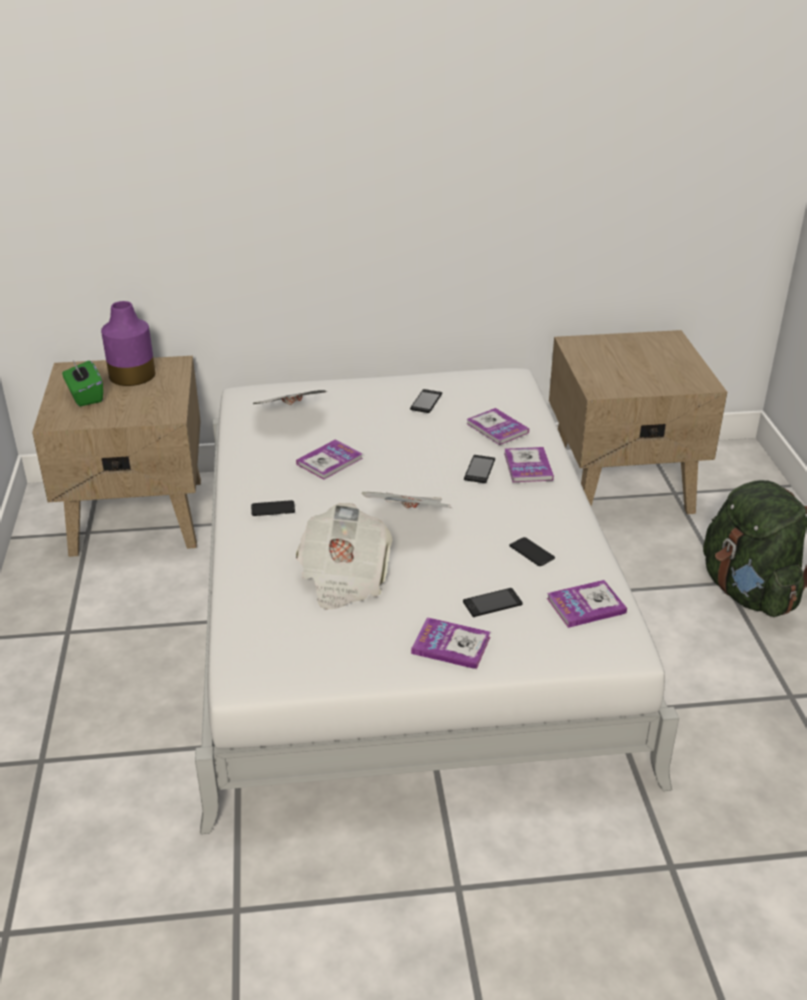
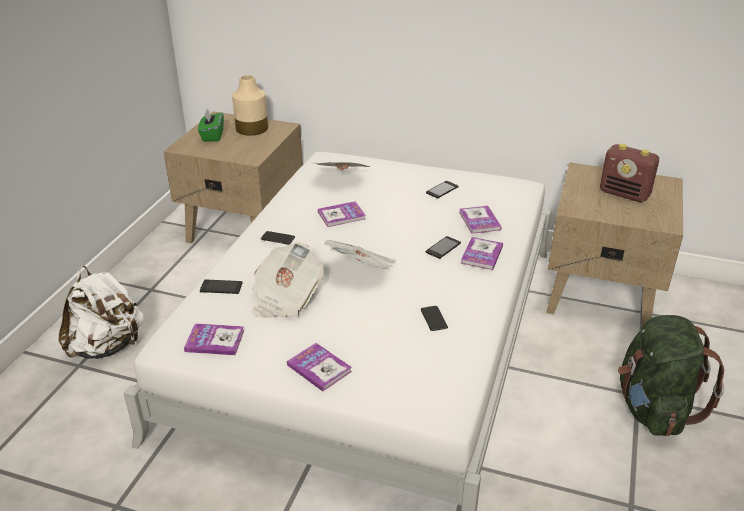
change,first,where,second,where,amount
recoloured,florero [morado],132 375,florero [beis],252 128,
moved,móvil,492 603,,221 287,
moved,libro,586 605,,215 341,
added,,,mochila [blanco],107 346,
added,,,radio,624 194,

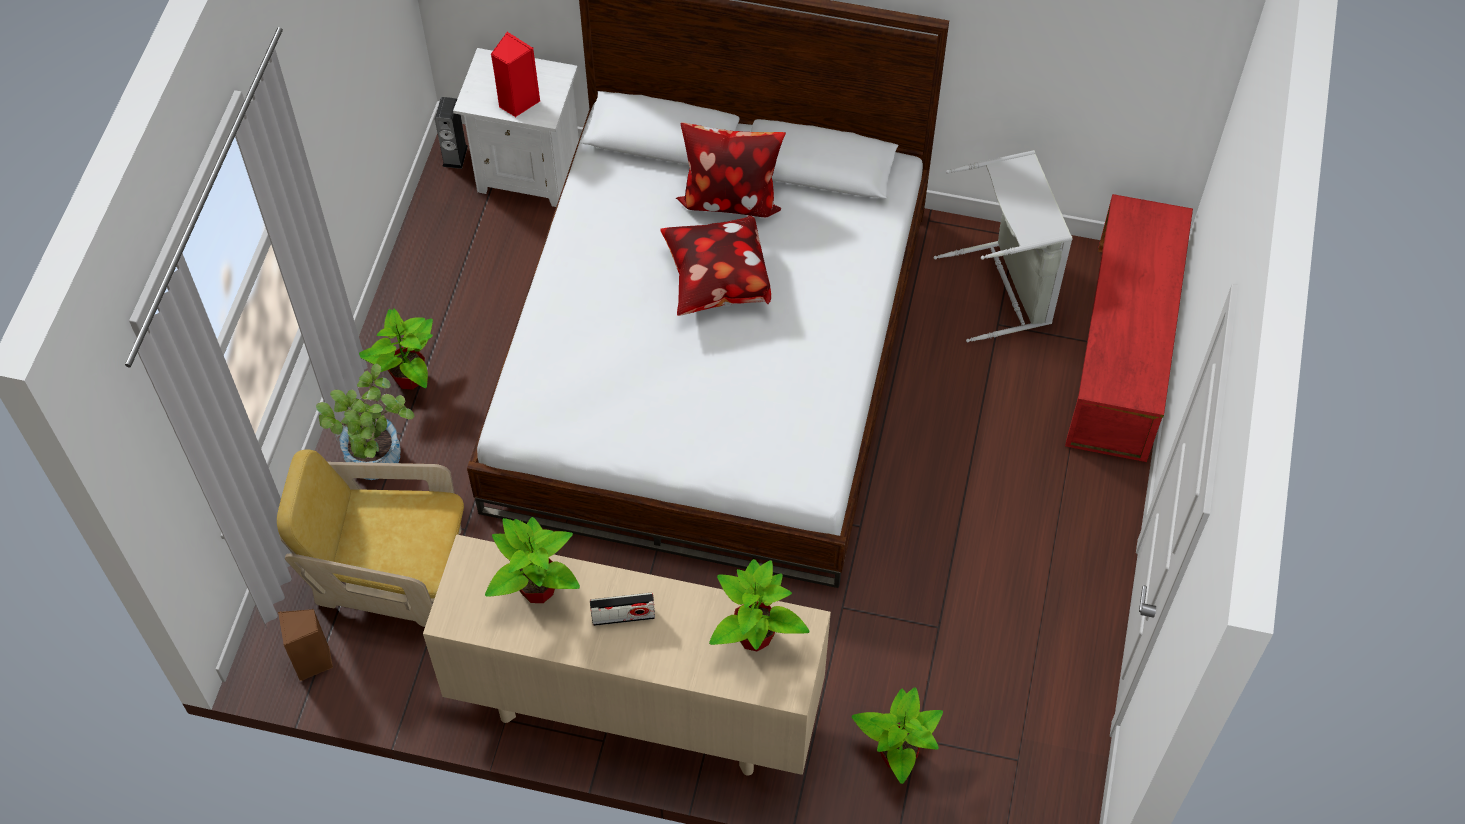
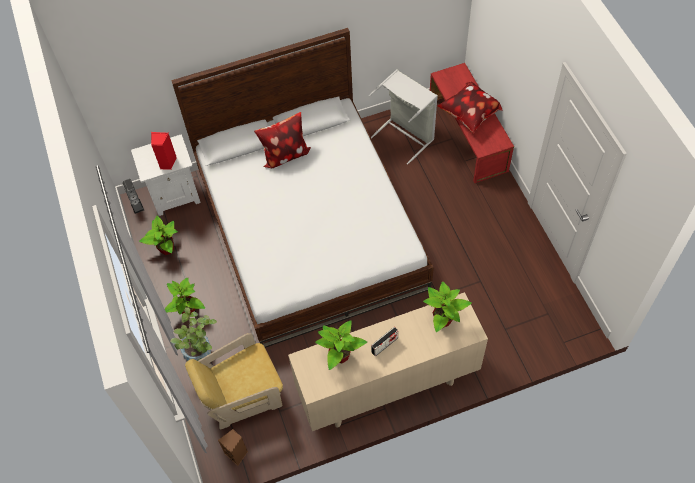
change,first,where,second,where,amount
moved,cojín,716 284,,469 116,
moved,planta en maceta,897 754,,166 248,

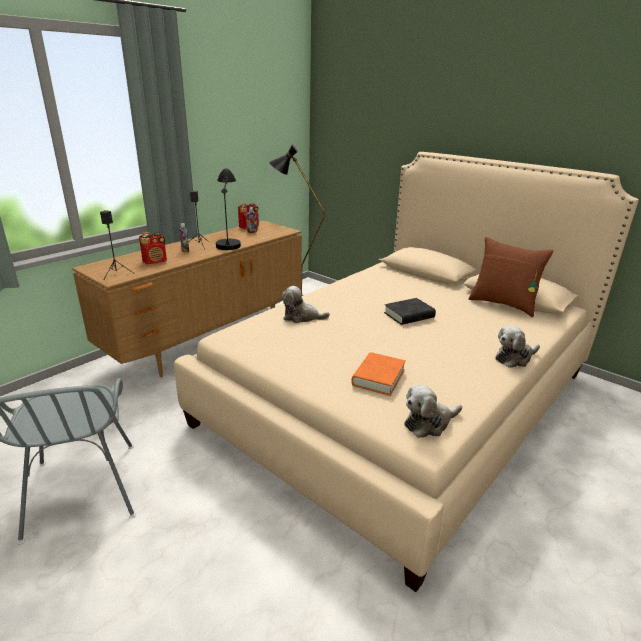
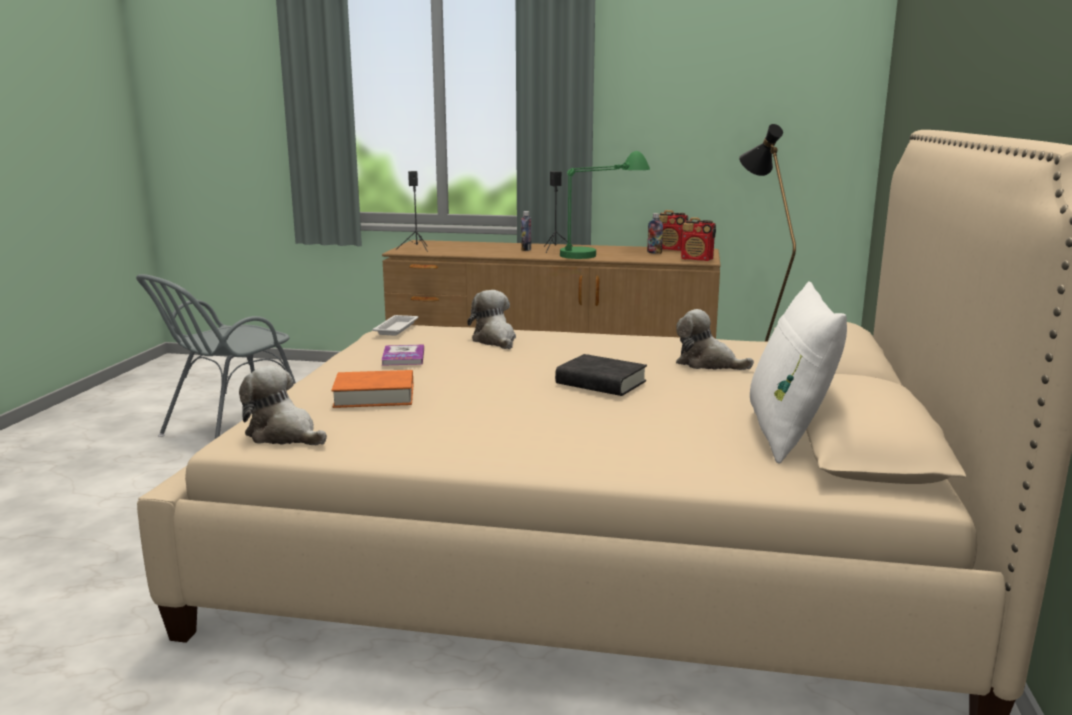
change,first,where,second,where,amount
moved,radio,155 261,,697 259,
recoloured,lámpara de mesa [negro],229 239,lámpara de mesa [verde],602 252,
recoloured,cojín [marrón],502 305,cojín [blanco],787 435,
moved,peluche,514 358,,707 364,
added,,,bandeja [blanco],397 328,
added,,,libro,403 357,

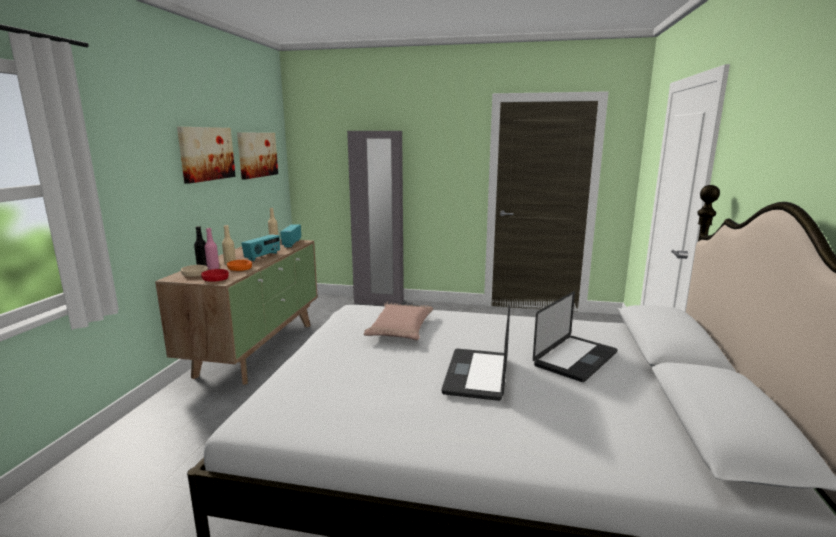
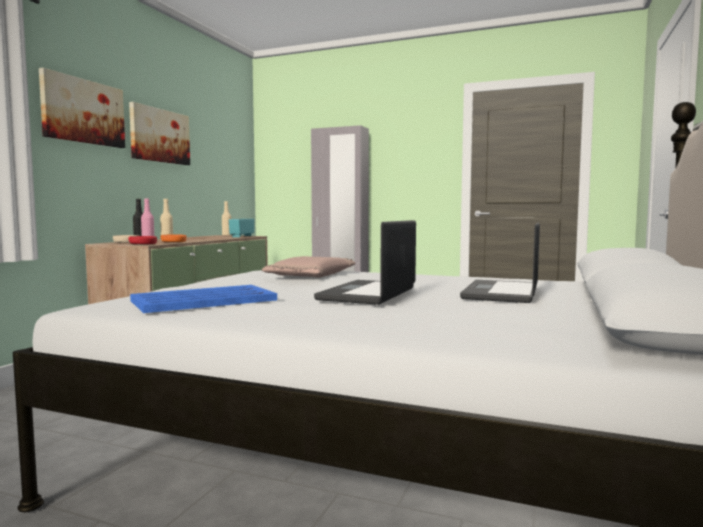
change,first,where,second,where,amount
moved,cuadro,257 154,,83 111,
removed,radio,263 256,,,
turned,portátil,575 359,,501 293,150 degrees clockwise
added,,,bandeja [azul],202 300,

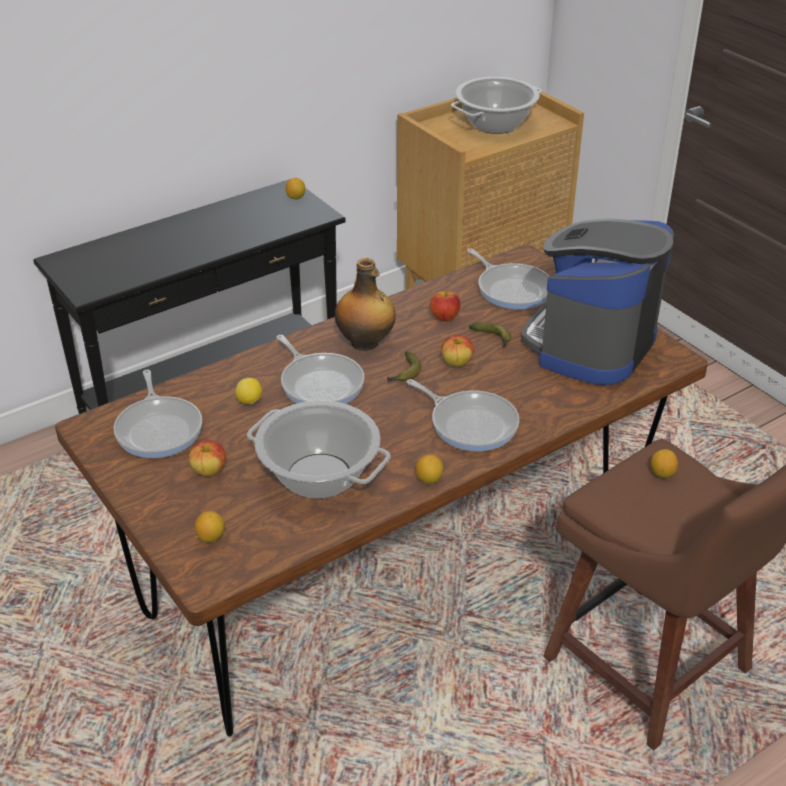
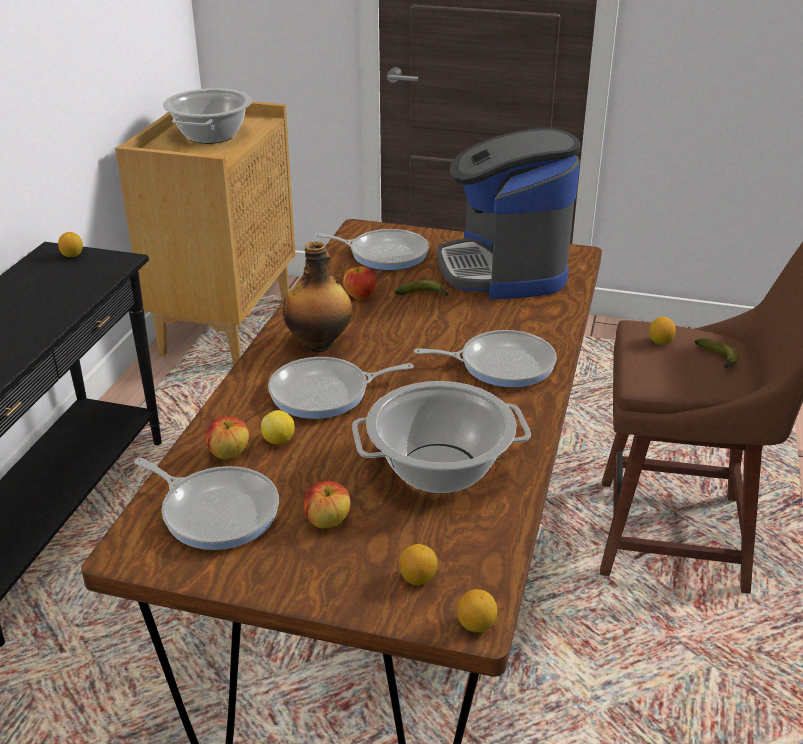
change,first,where,second,where,amount
turned,sartén,320 383,,325 393,150 degrees clockwise
moved,plátano,404 374,,718 359,
moved,limón,429 479,,476 625,
moved,manzana,457 363,,229 453,

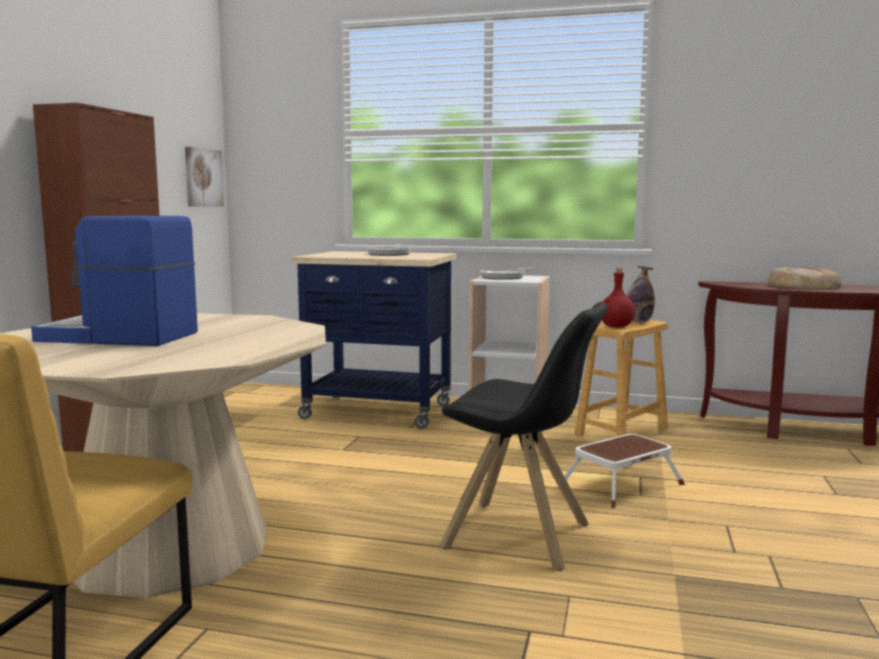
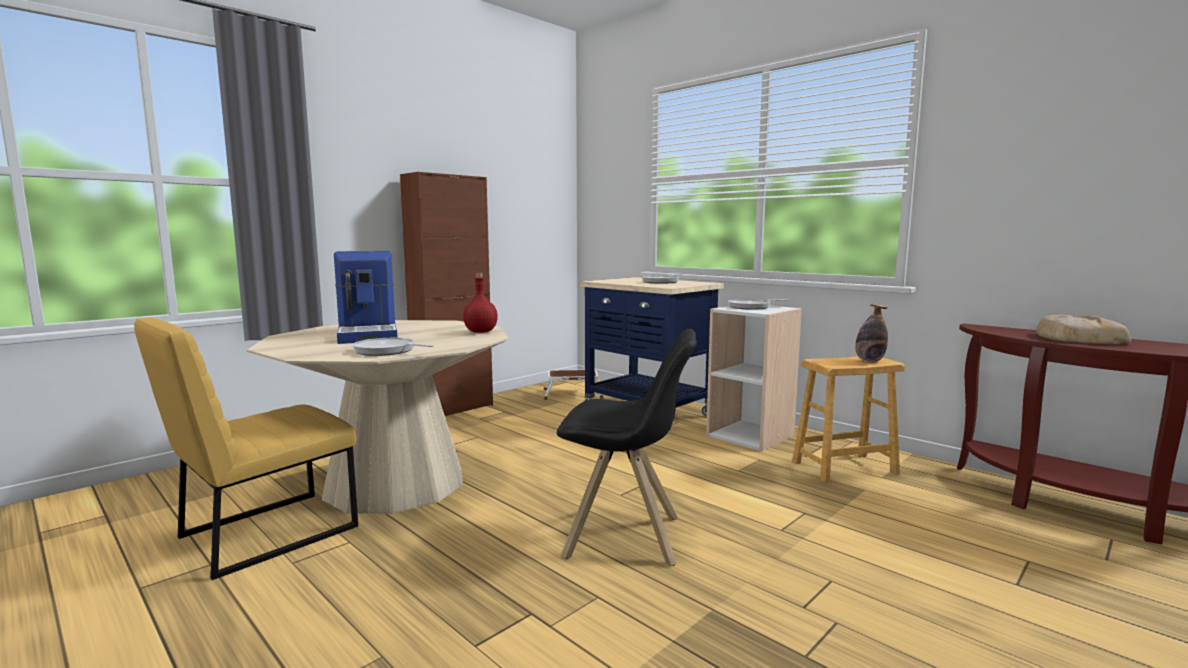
change,first,where,second,where,amount
turned,cafetera,118 337,,369 334,150 degrees counterclockwise
removed,cuadro,202 177,,,
turned,silla [negro],518 535,,624 536,45 degrees counterclockwise
moved,escalera de tijera [marrón],622 484,,572 394,
moved,botella [rojo],617 326,,481 332,
added,,,sartén,387 351,

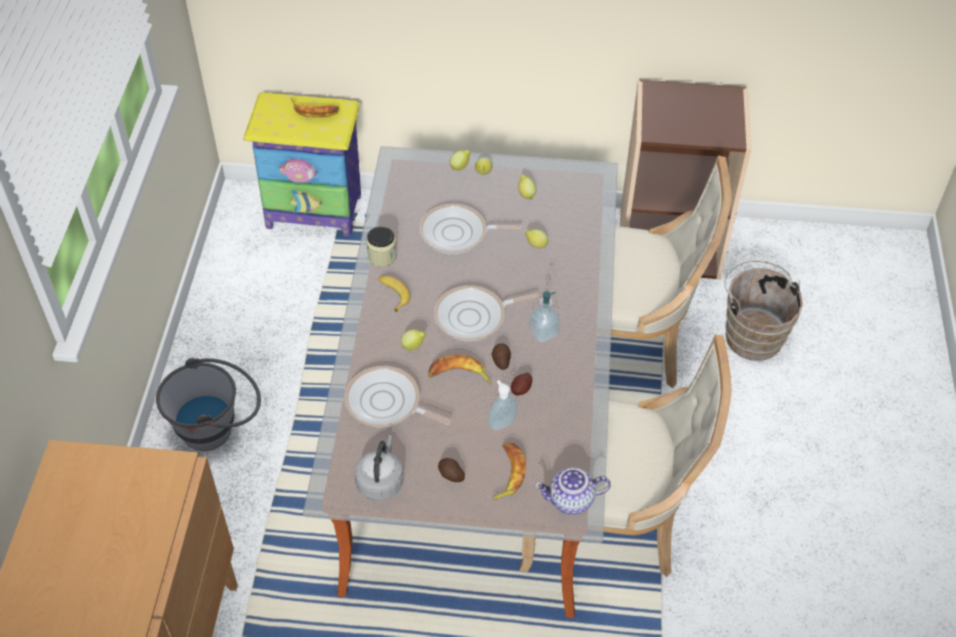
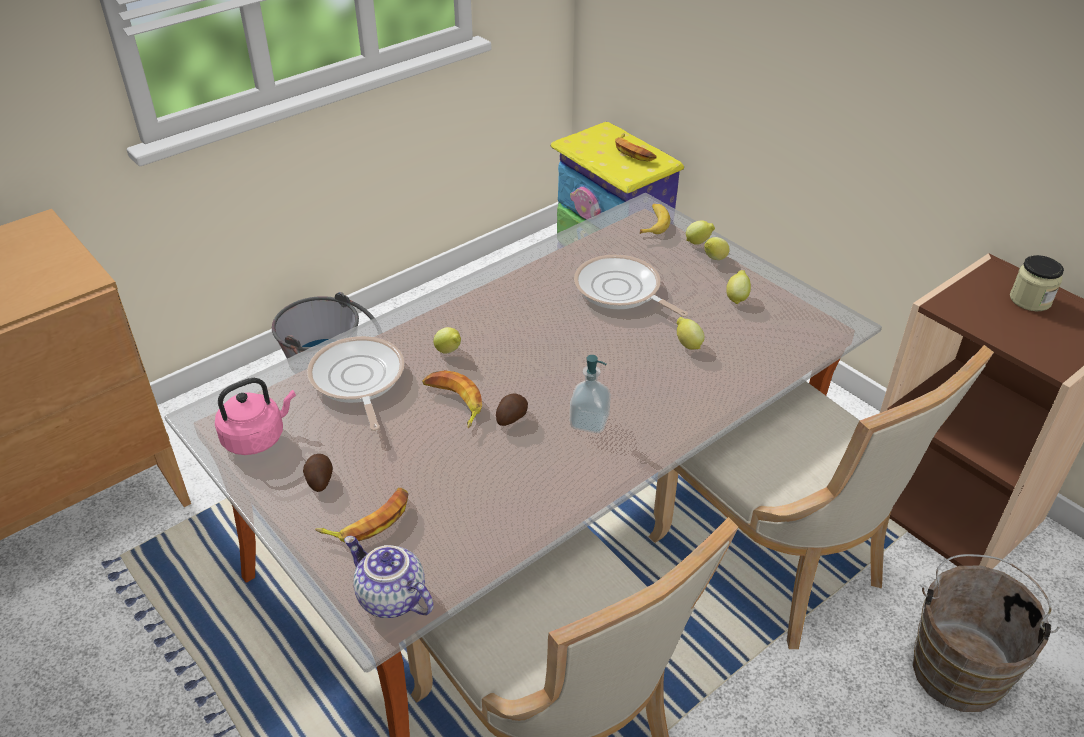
change,first,where,second,where,amount
recoloured,hervidor [gris],380 481,hervidor [rosa],257 437,
moved,tarro,382 256,,1030 300,
moved,plátano,393 294,,654 223,
removed,sartén,474 317,,,
removed,dispensador de jabón,501 423,,,
removed,patata,521 389,,,

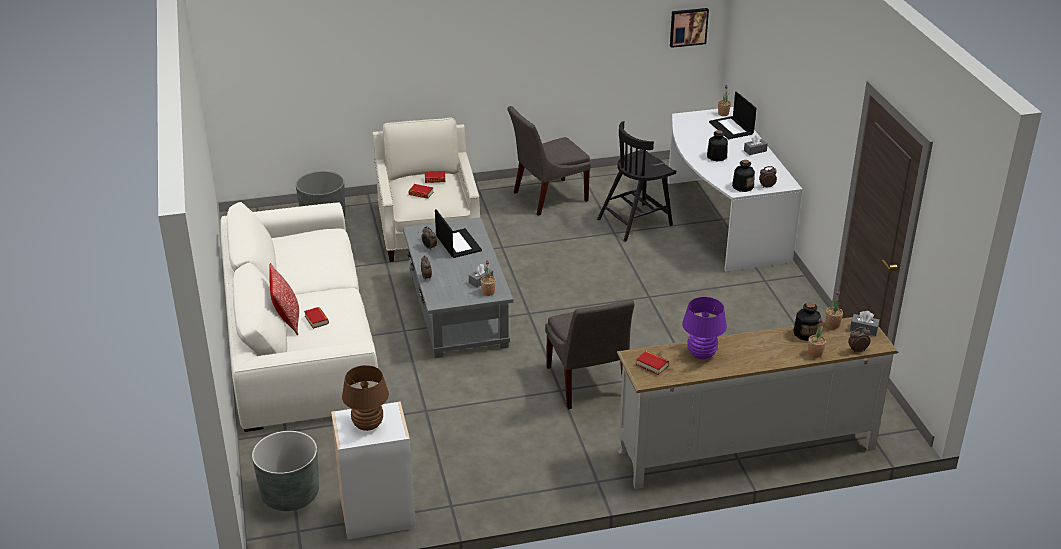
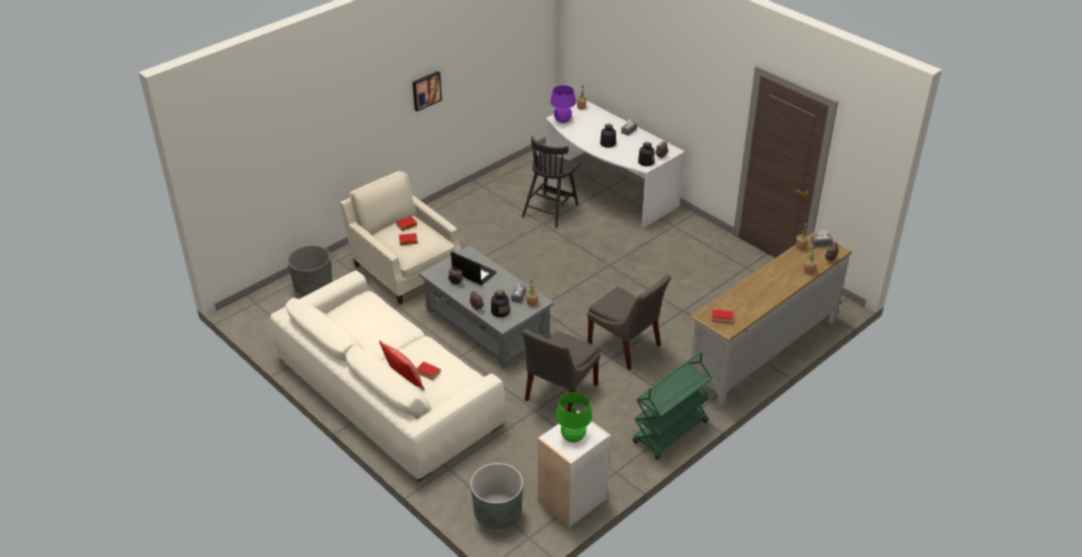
change,first,where,second,where,amount
recoloured,lámpara de mesa [marrón],368 425,lámpara de mesa [verde],573 437,
moved,silla [gris],547 197,,559 394,
moved,cuadro,688 26,,426 90,
moved,lámpara de mesa [morado],701 354,,562 120,
removed,portátil,732 128,,,
moved,botella,806 333,,500 311,
added,,,carrito [verde],670 433,

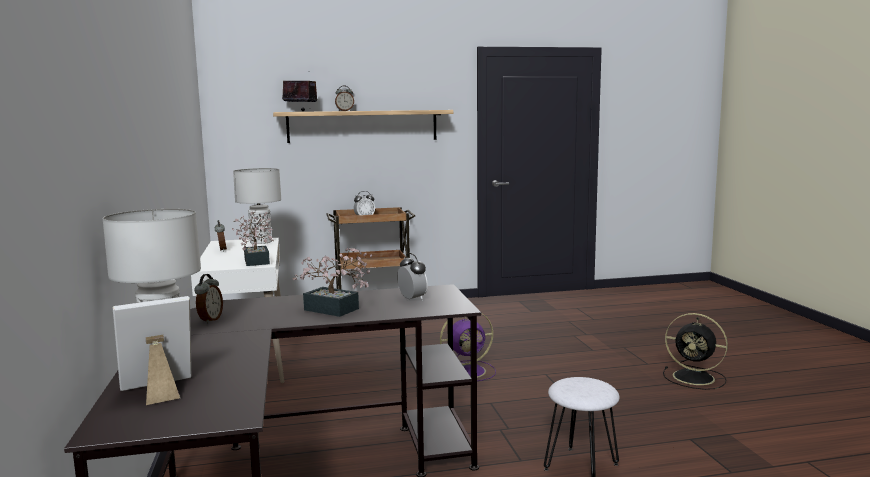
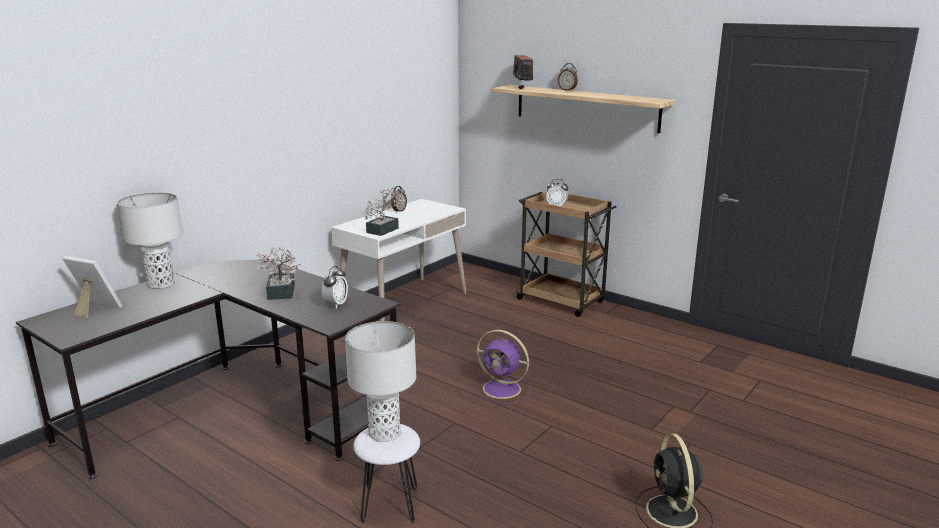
change,first,where,second,where,amount
removed,despertador,209 320,,,
moved,lámpara de mesa [blanco],261 242,,384 433,

